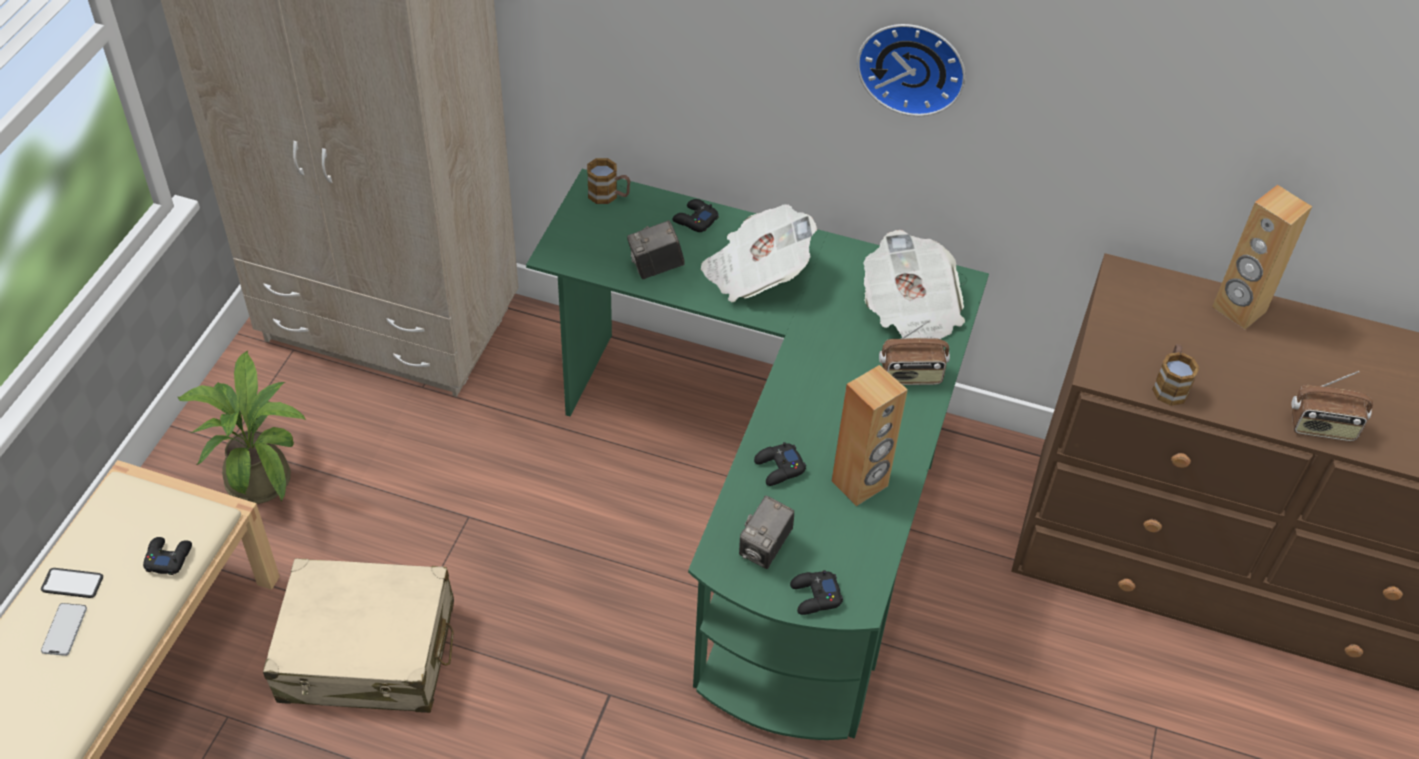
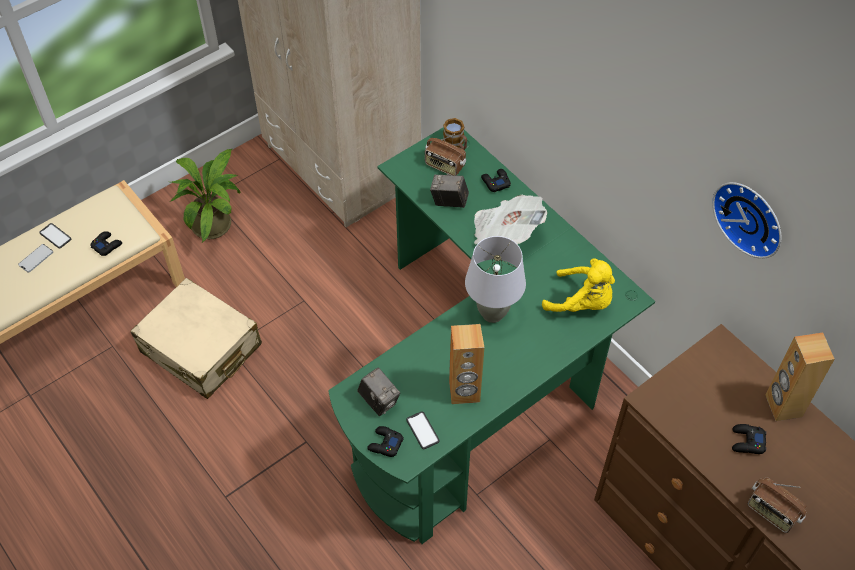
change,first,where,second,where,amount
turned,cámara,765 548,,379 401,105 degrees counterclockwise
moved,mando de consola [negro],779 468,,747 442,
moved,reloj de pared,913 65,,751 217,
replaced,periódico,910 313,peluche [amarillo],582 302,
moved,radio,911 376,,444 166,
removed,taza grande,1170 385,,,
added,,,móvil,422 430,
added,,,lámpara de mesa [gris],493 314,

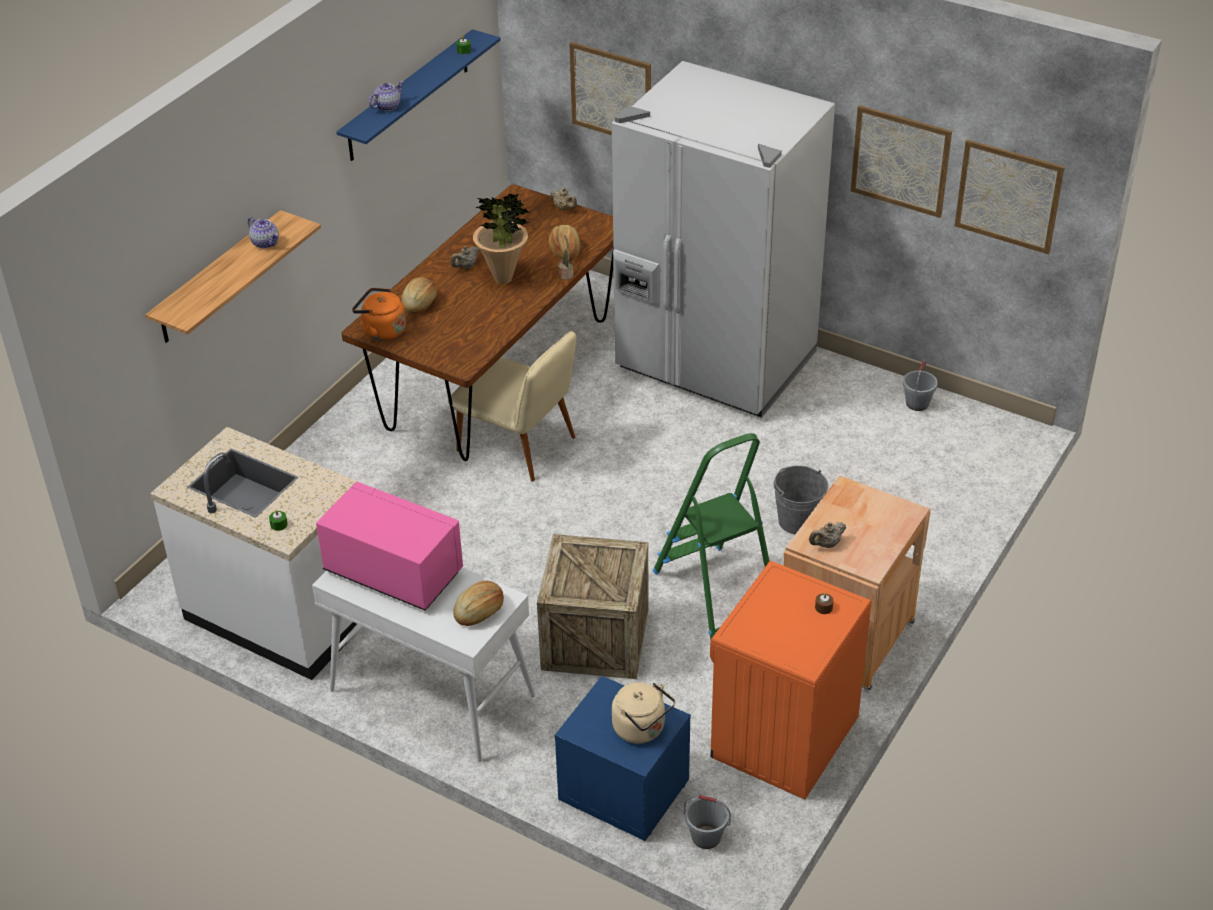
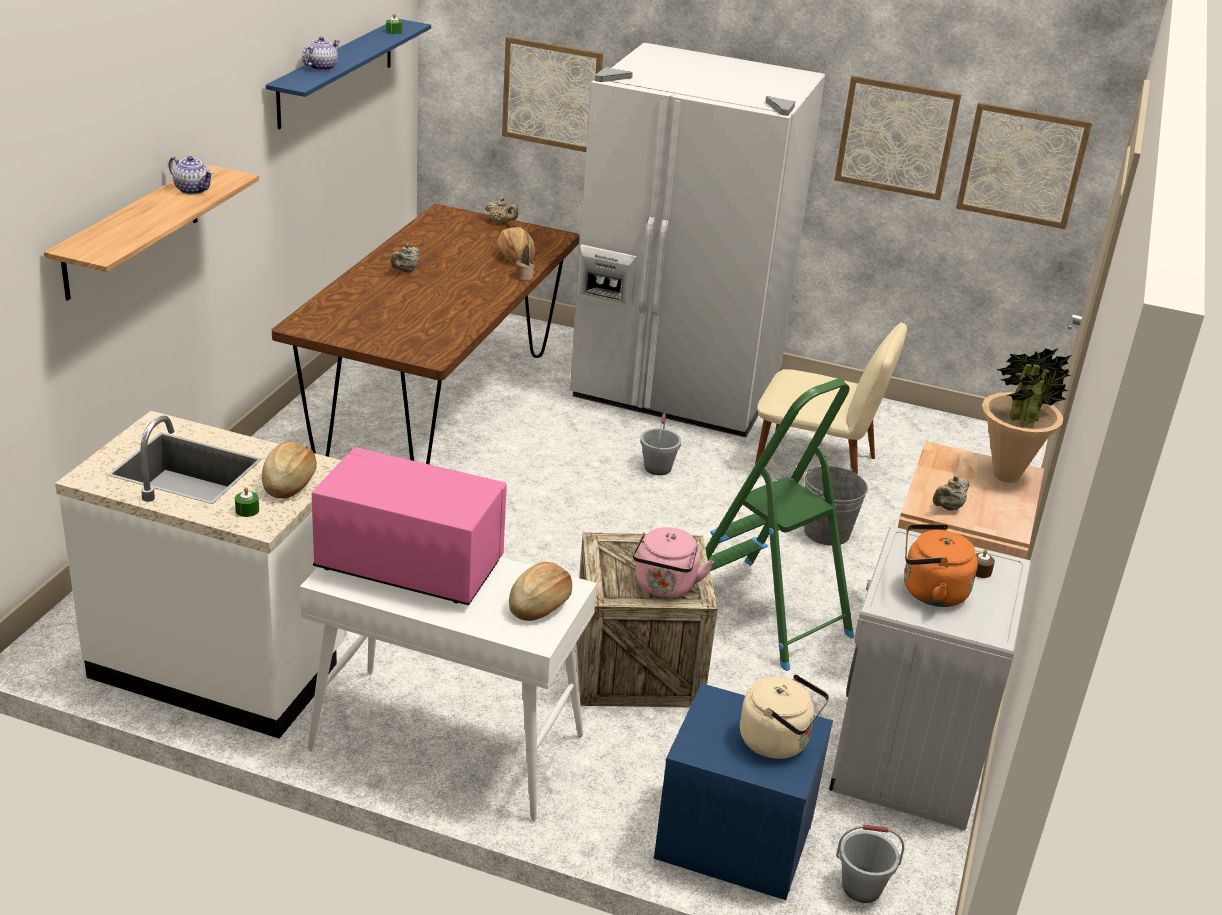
change,first,where,second,where,amount
moved,hervidor [naranja],381 331,,929 592,
moved,pan,419 303,,289 482,
moved,silla [beis],516 444,,815 466,
moved,planta en maceta,503 278,,1006 475,
recoloured,lavadora [naranja],781 736,lavadora [blanco],904 759,
moved,cubo [gris],917 403,,657 468,
added,,,hervidor [rosa],665 587,

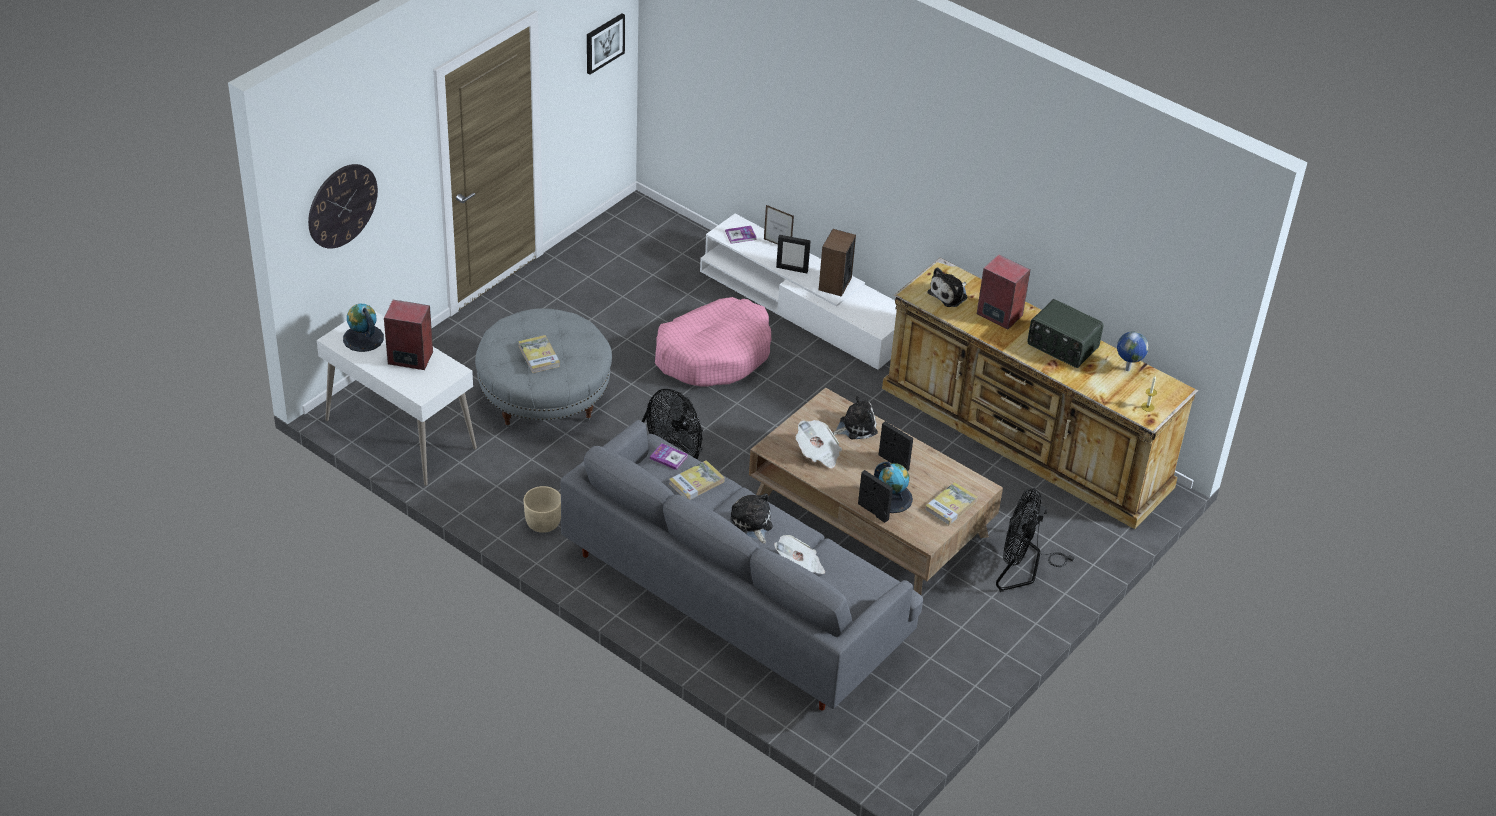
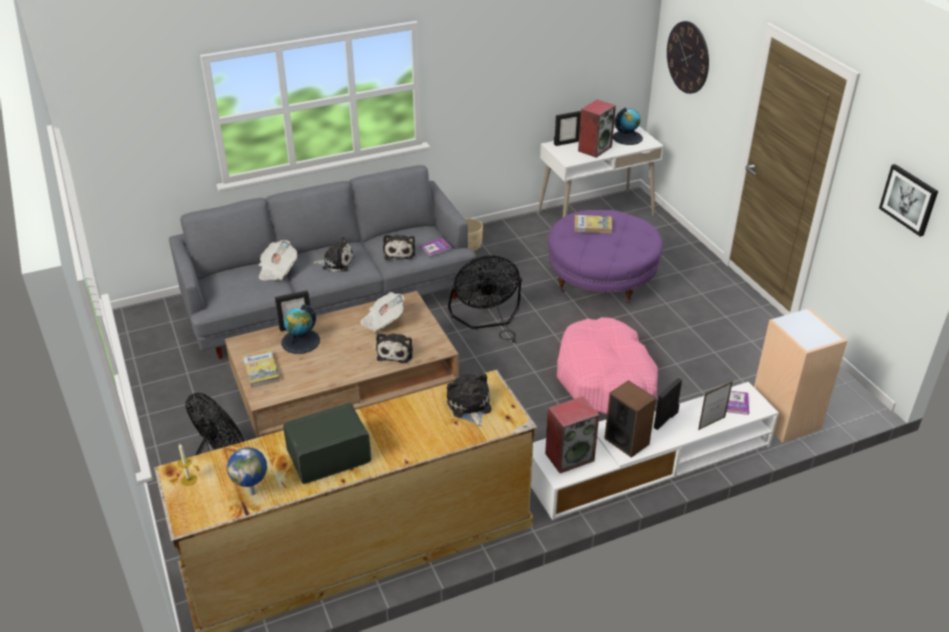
change,first,where,second,where,amount
recoloured,puf [gris],544 396,puf [morado],601 279,
replaced,libro,696 482,peluche,399 252,
moved,portarretratos,893 462,,566 142,
moved,altavoz,998 314,,570 456,
added,,,estantería,784 419,

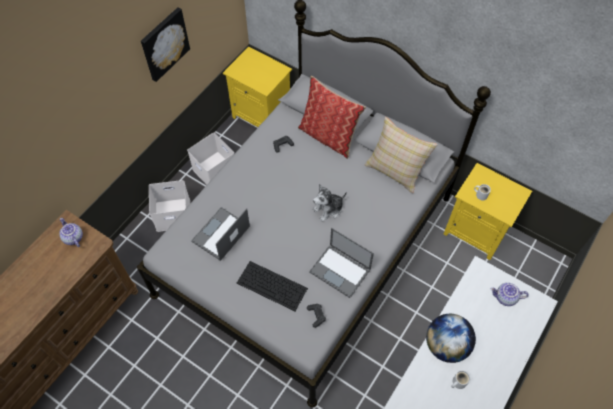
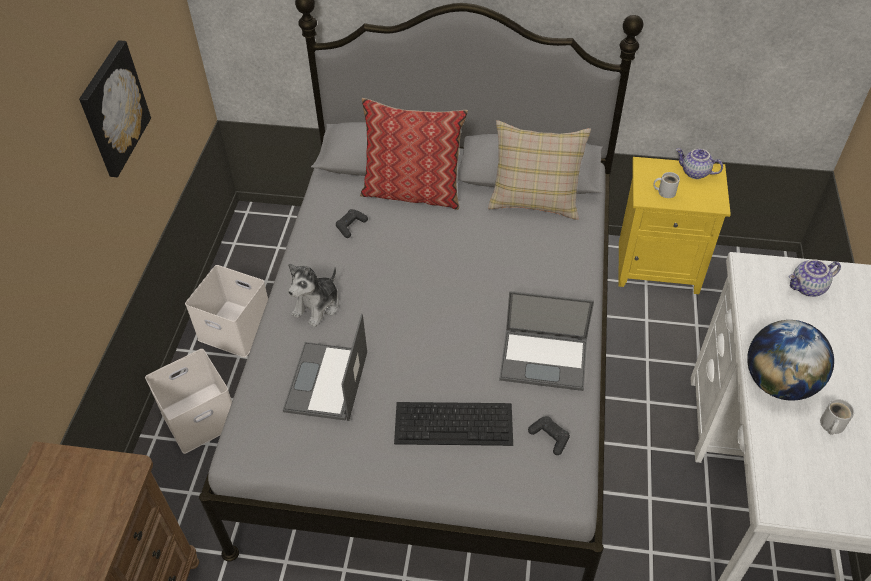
change,first,where,second,where,amount
moved,tetera,73 238,,694 173,
removed,mesita de noche [amarillo],263 115,,,
moved,peluche,328 209,,317 306,

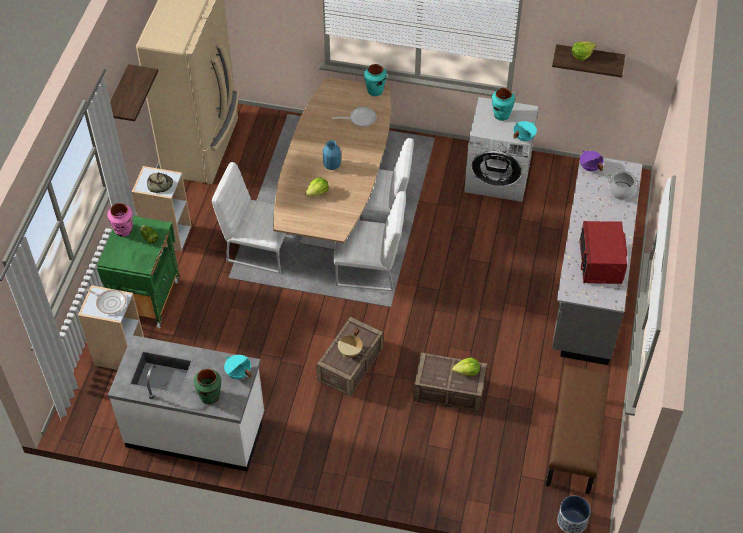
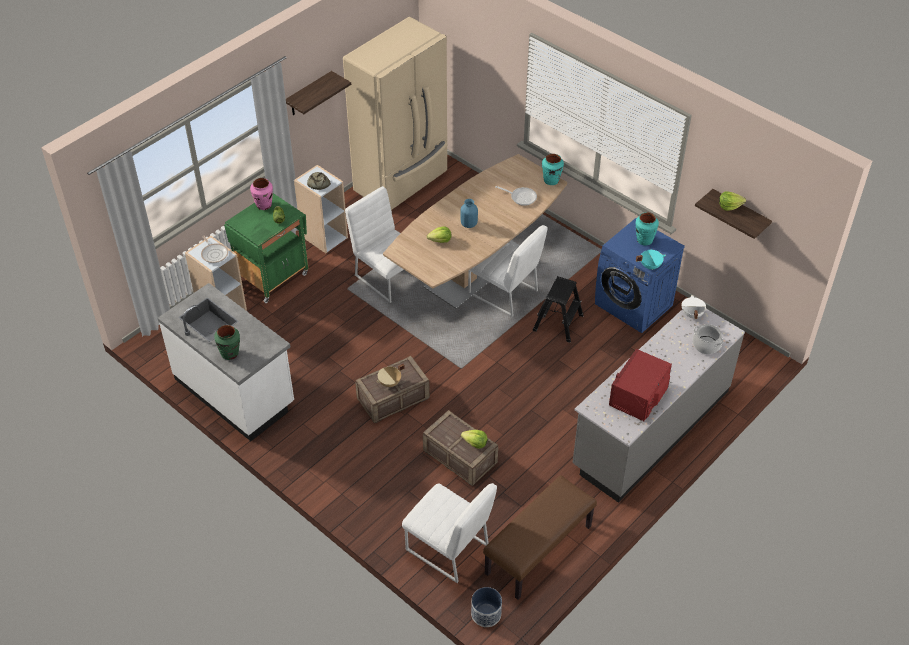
change,first,where,second,where,amount
removed,olla [turquesa],238 373,,,
moved,silla [blanco],369 270,,449 549,
recoloured,lavadora [blanco],497 179,lavadora [azul],633 306,
recoloured,olla [morado],589 167,olla [blanco],691 314,
added,,,escalera de tijera [negro],558 323,

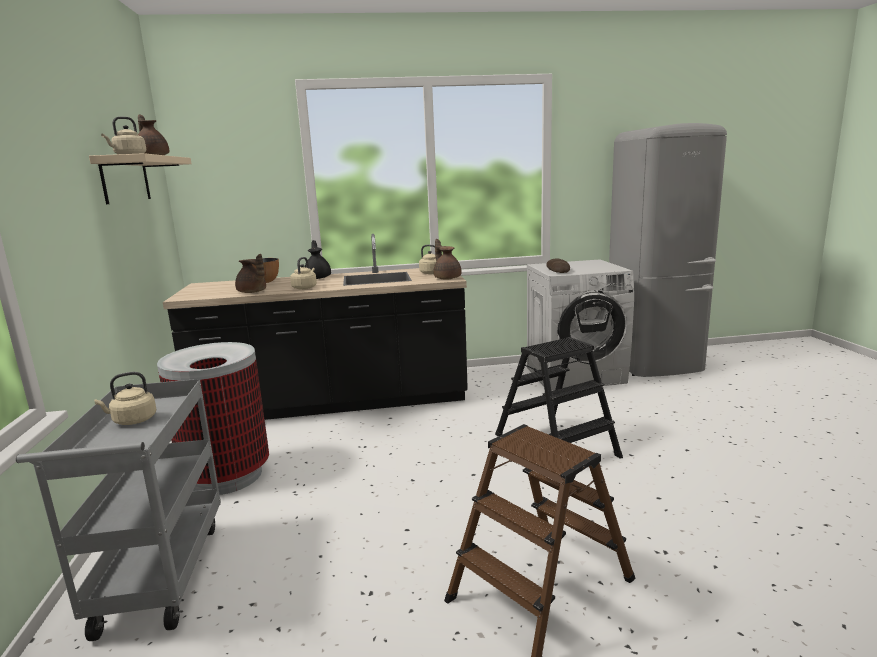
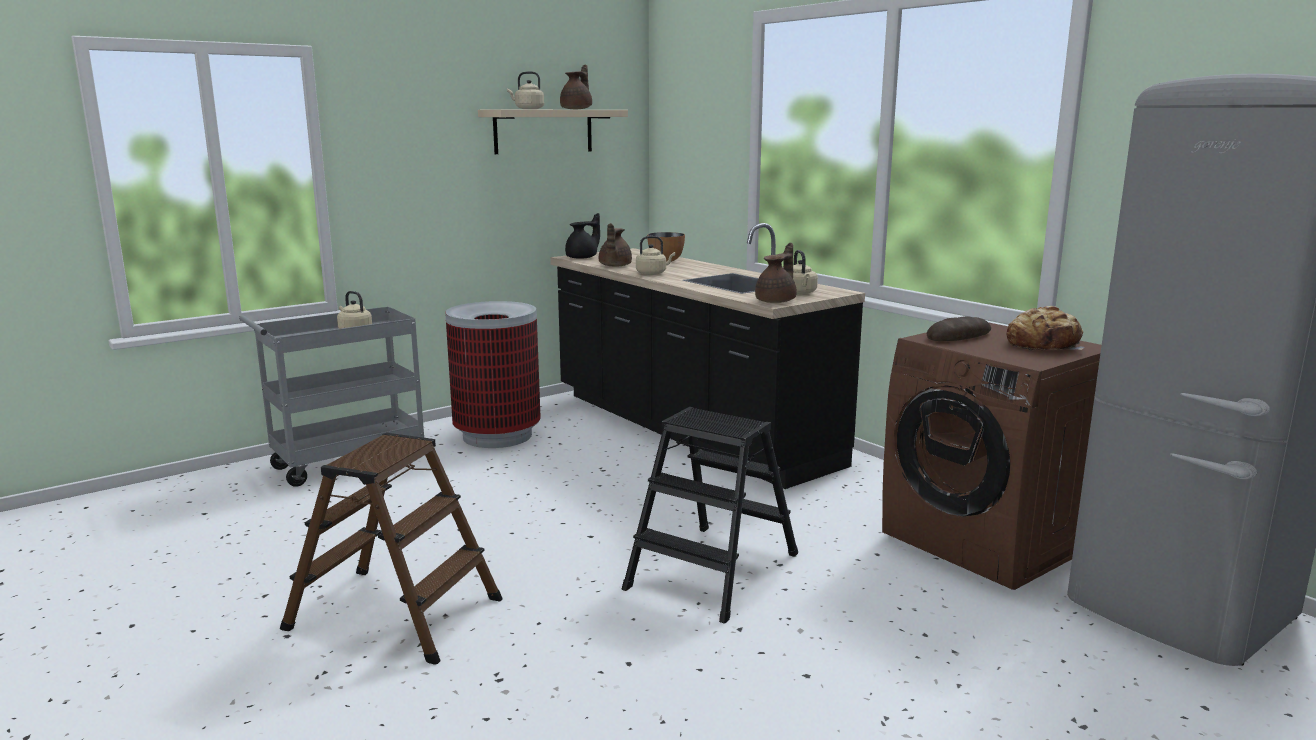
change,first,where,second,where,amount
moved,tetera [negro],318 277,,583 257,
recoloured,lavadora [blanco],575 377,lavadora [marrón],982 546,
added,,,pan,1044 345,

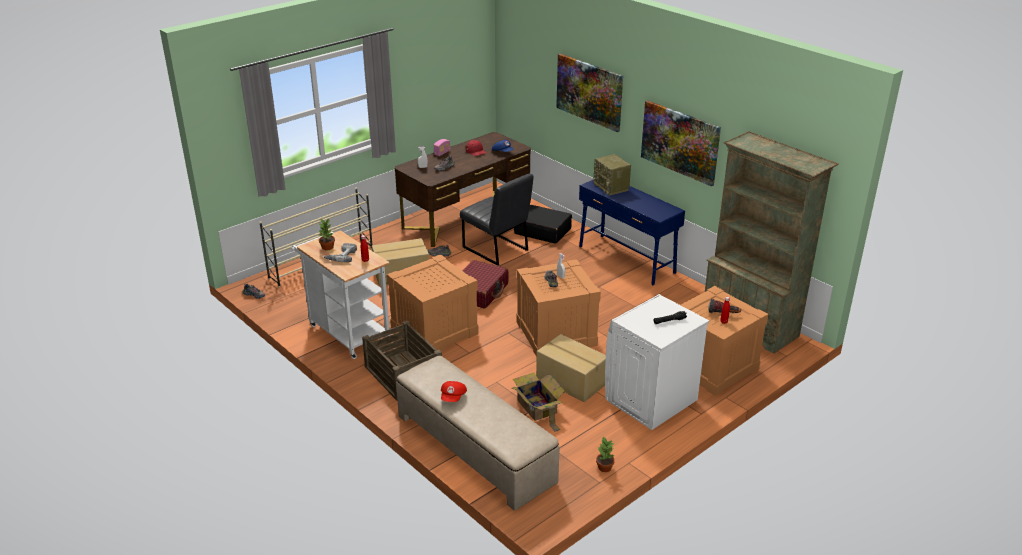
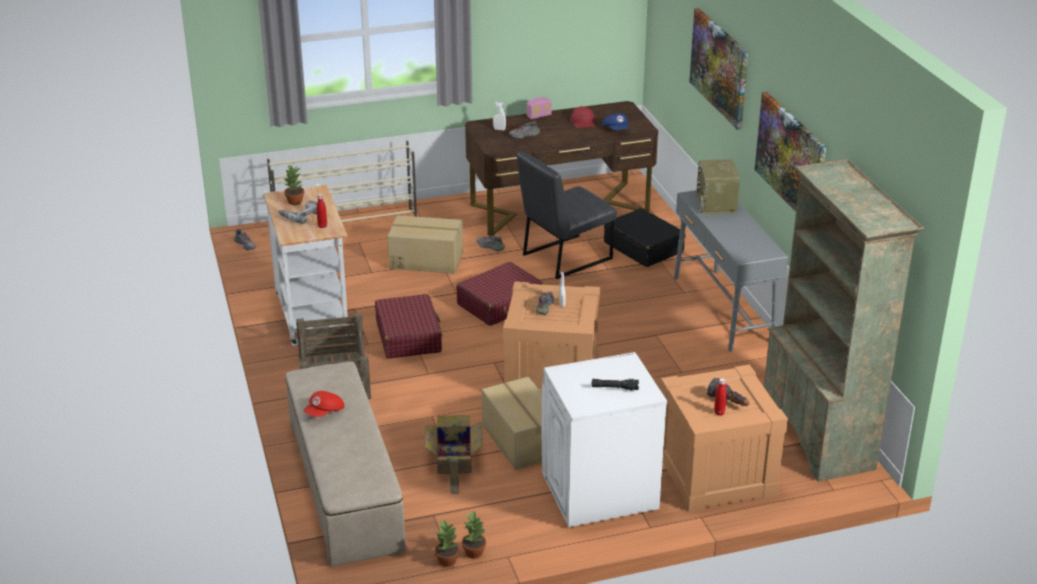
change,first,where,second,where,amount
replaced,caja de embalaje,433 330,maleta [rojo],408 336,
turned,silla [gris],496 249,,564 257,75 degrees clockwise
recoloured,mesa consola [azul],626 260,mesa consola [gris],722 310,
added,,,planta en maceta,446 560,

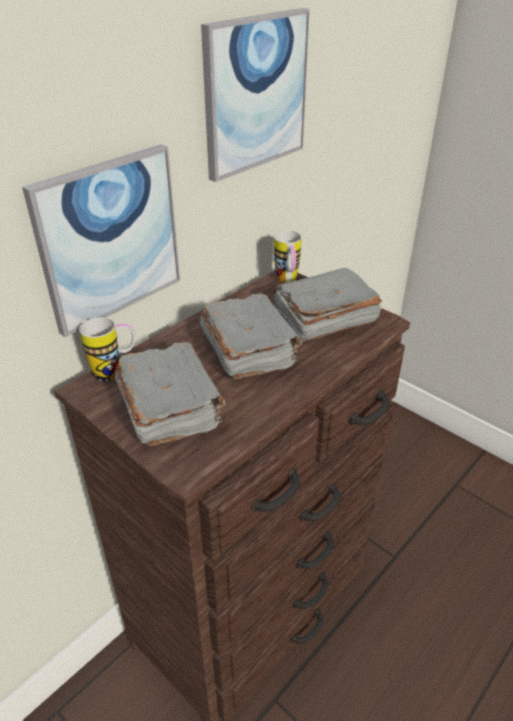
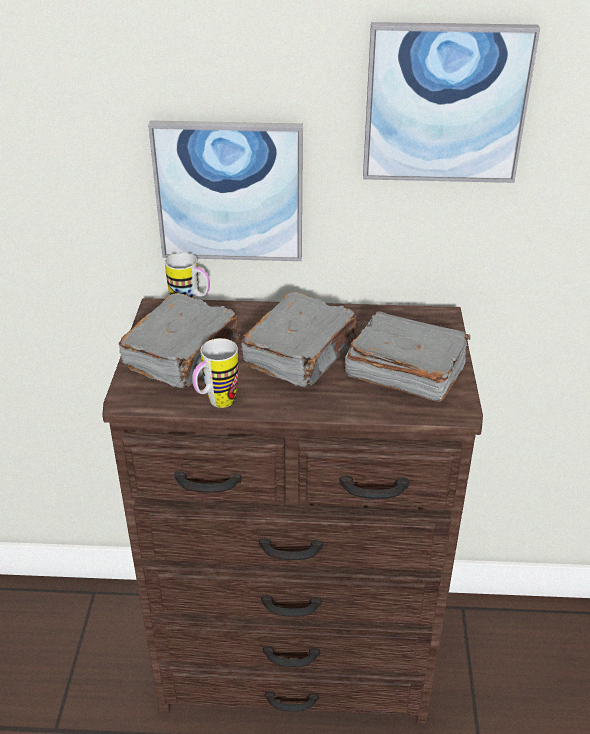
change,first,where,second,where,amount
moved,taza grande,287 282,,216 404,

